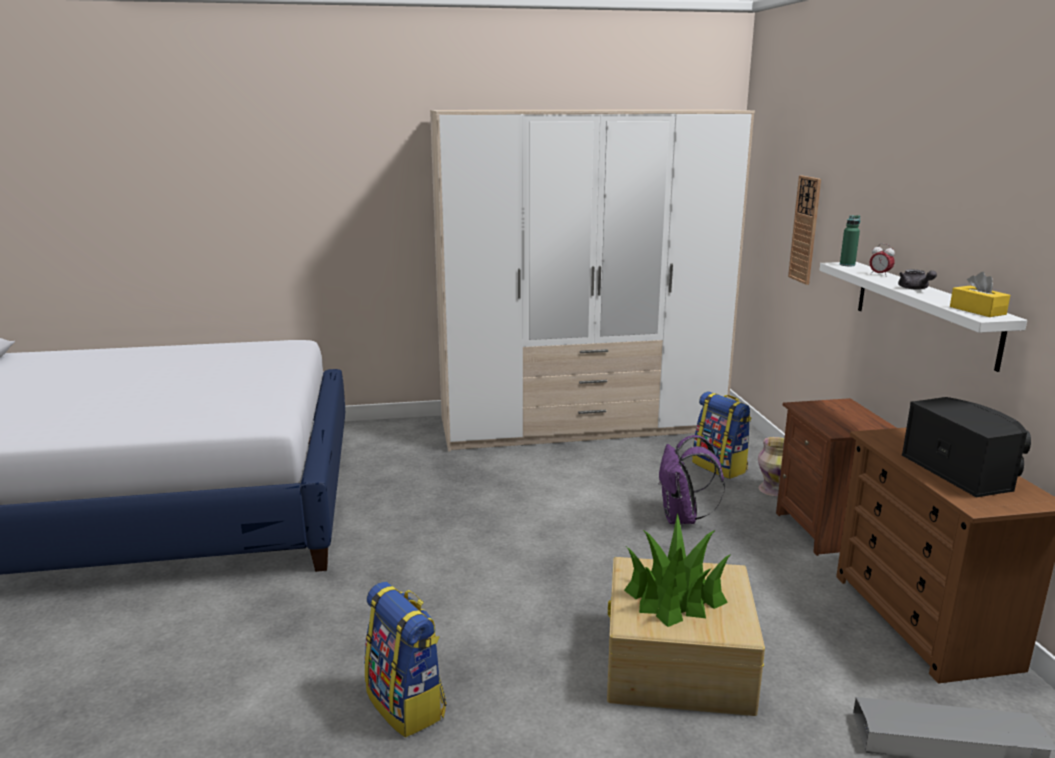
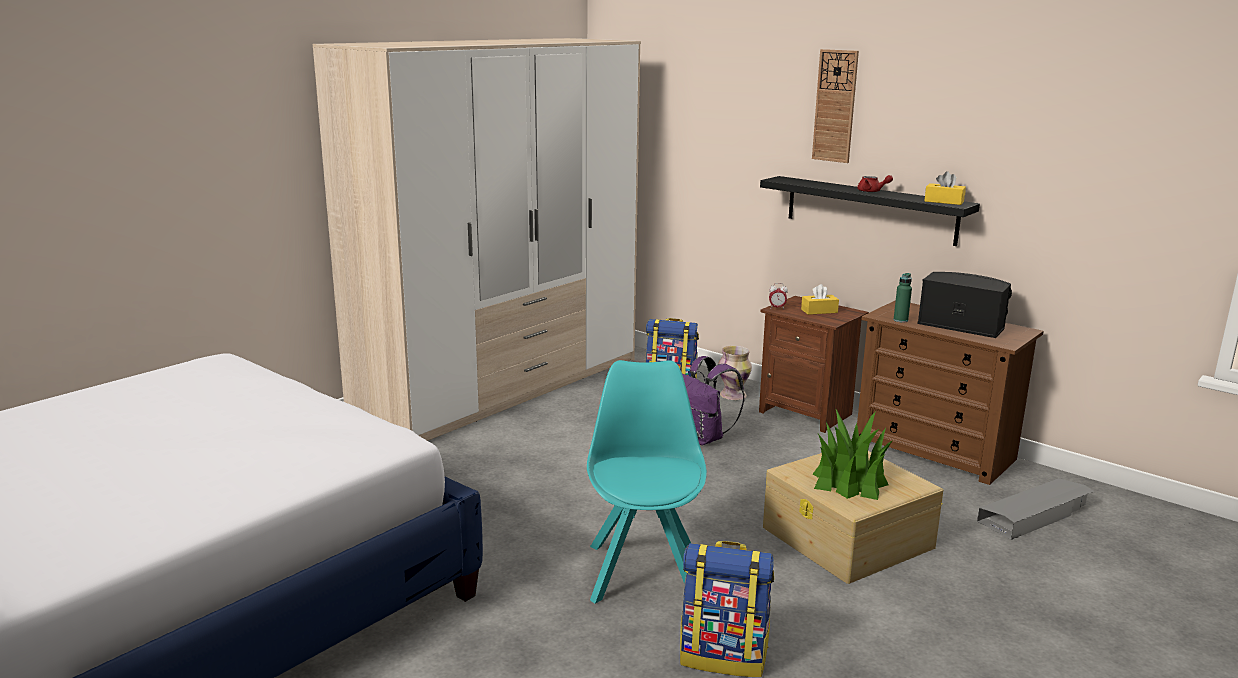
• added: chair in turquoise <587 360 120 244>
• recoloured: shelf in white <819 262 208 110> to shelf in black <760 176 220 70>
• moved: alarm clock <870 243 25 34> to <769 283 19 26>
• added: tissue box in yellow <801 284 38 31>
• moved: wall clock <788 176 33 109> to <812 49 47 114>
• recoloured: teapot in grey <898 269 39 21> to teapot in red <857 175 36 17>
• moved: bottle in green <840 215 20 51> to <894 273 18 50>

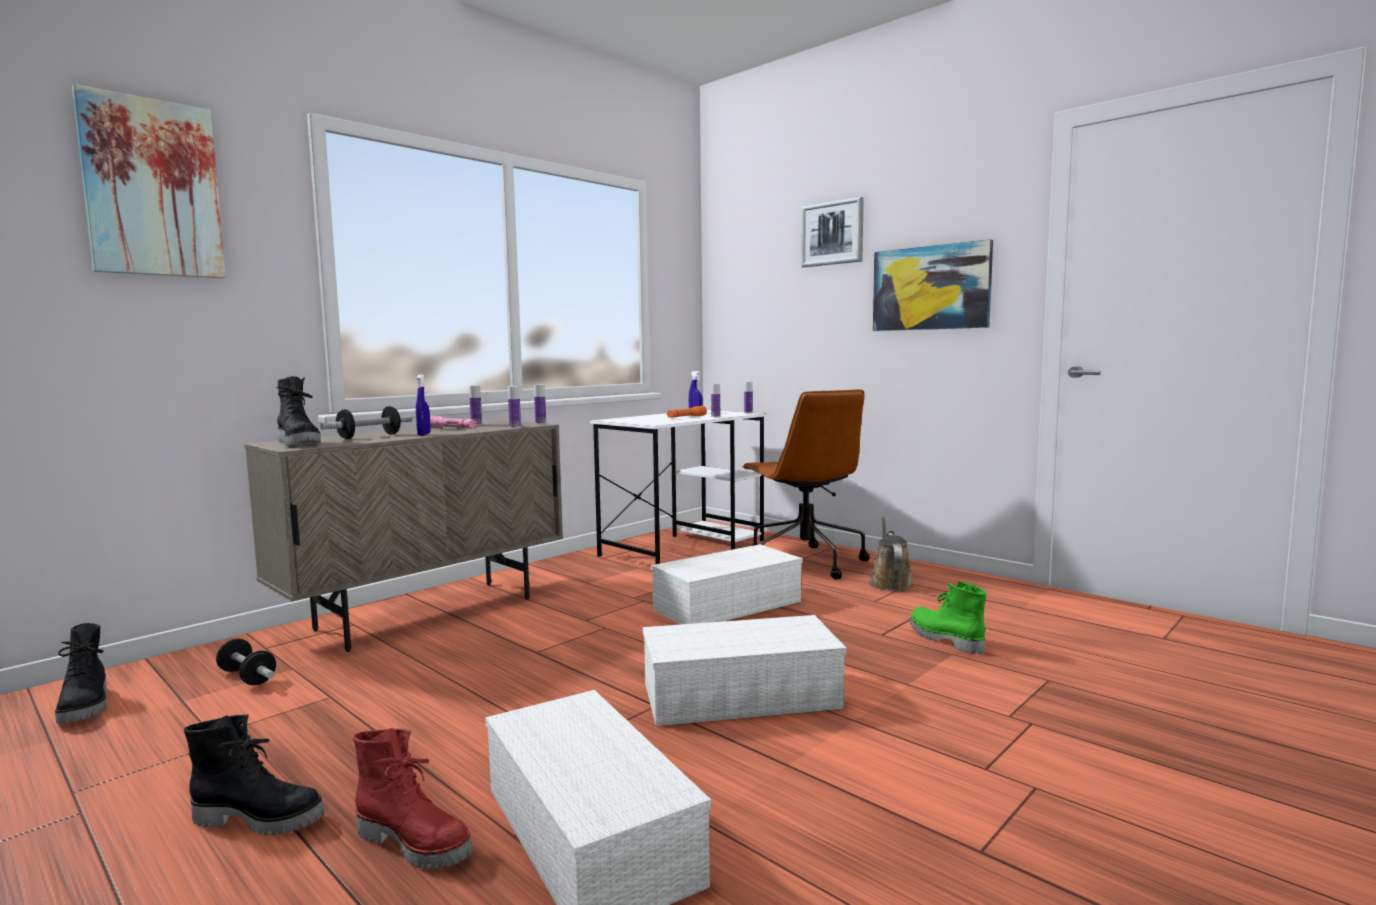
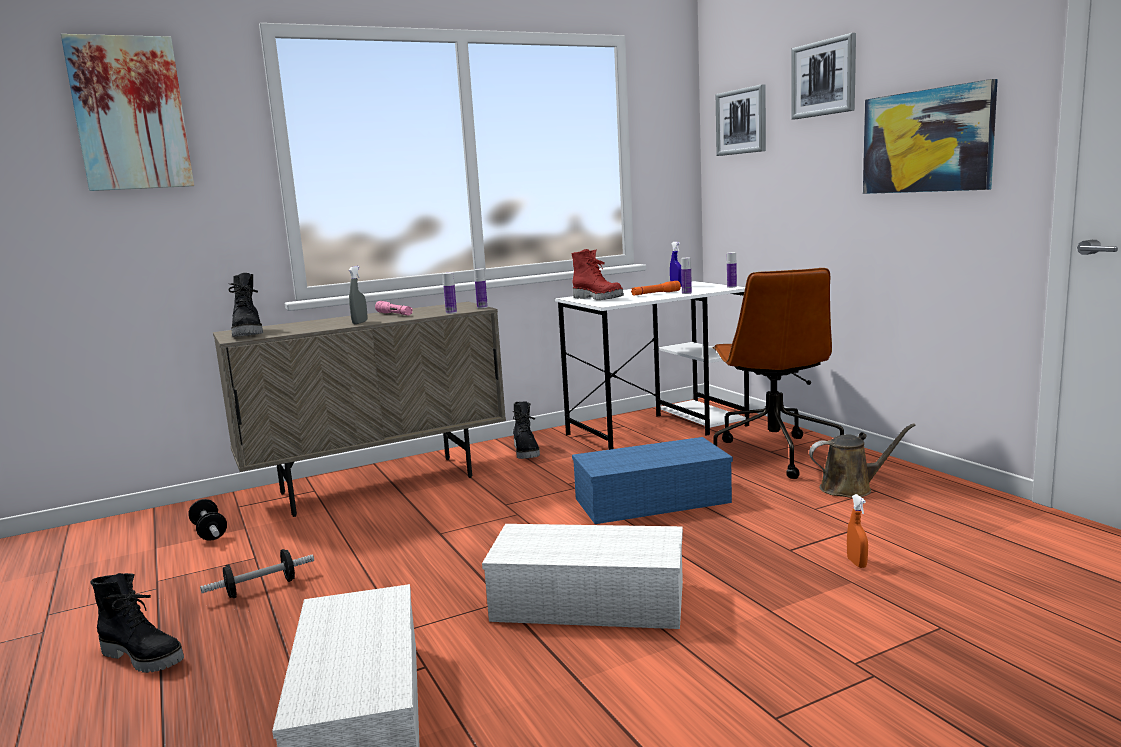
• moved: dumbbell <320 406 93 33> to <200 549 114 49>
• recoloured: spray bottle in blue <416 374 14 62> to spray bottle in grey <349 266 18 58>
• moved: boot in black <55 623 52 101> to <512 401 28 58>
• moved: boot in red <353 728 120 141> to <572 249 52 51>
• recoloured: storage box in white <651 544 152 81> to storage box in blue <572 437 161 87>
• added: picture <716 84 50 72>
• turned: watering can in brown <869 517 45 74> = <809 423 107 75> 60 degrees clockwise
• replaced: boot in green <910 581 77 73> to spray bottle in orange <847 494 21 74>
• removed: bottle <469 385 13 40>

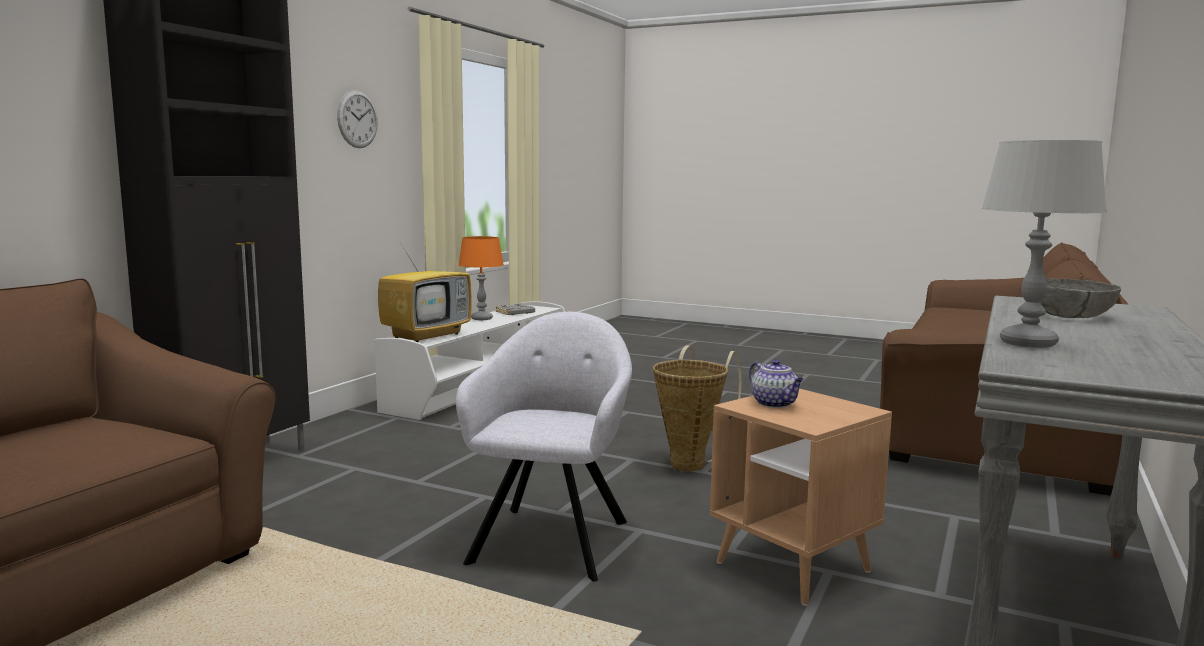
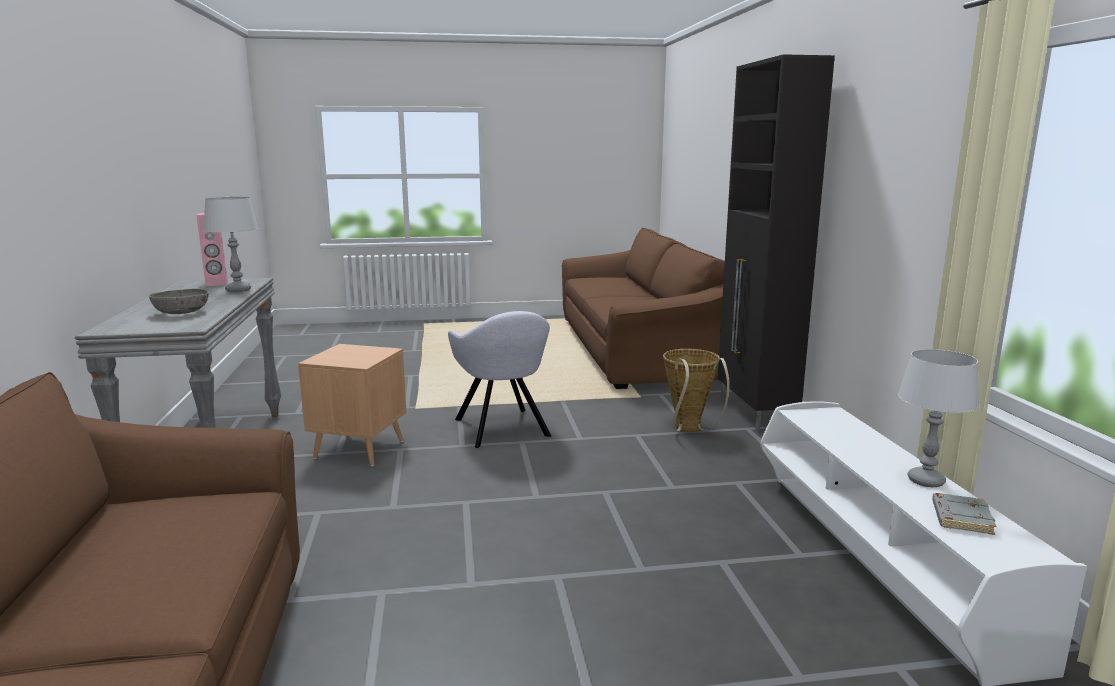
• added: speaker in pink <196 213 32 73>
• moved: basket <653 346 88 125> to <663 349 67 83>
• recoloured: table lamp in orange <458 236 46 84> to table lamp in grey <898 349 82 138>
• removed: wall clock <337 90 41 58>
• removed: television <378 239 94 103>
• removed: teapot <749 359 55 49>

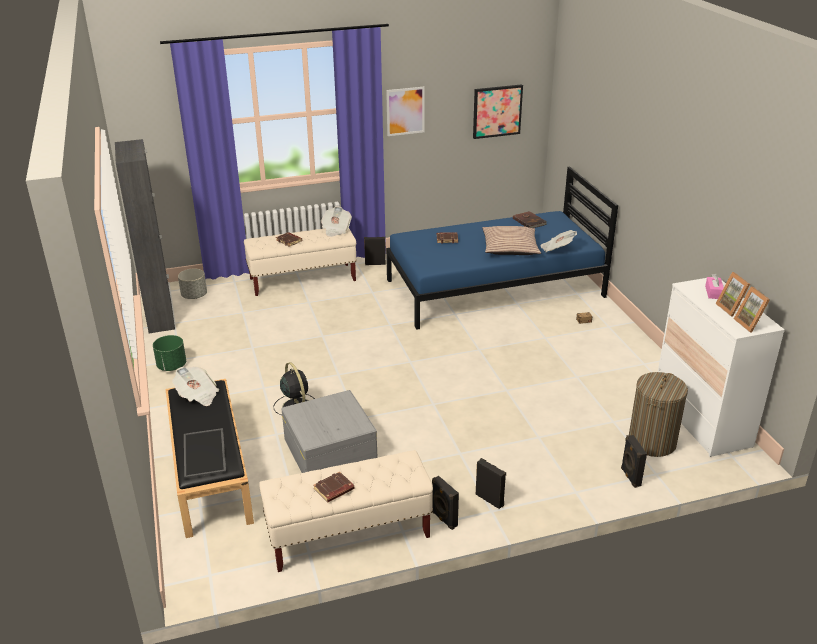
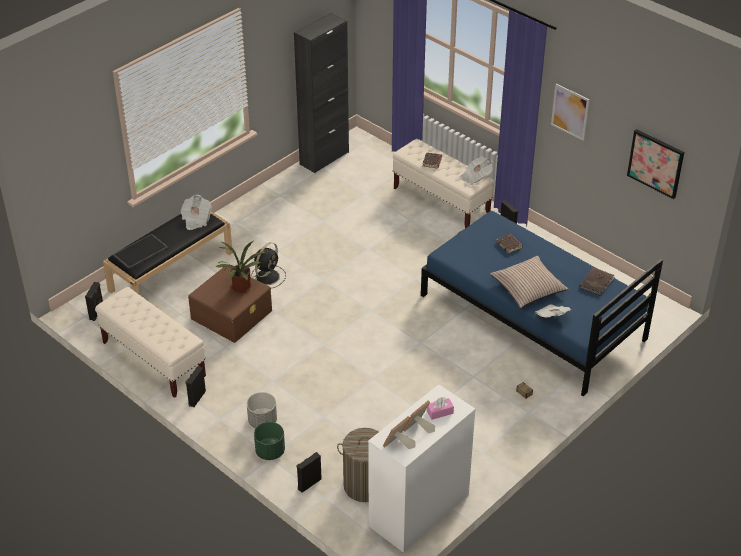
• moved: speaker in black <476 458 30 51> to <85 282 18 39>
• recoloured: storage box in grey <281 390 96 83> to storage box in brown <188 267 84 76>
• added: potted plant <216 241 51 52>
• moved: planter in grey <178 269 29 30> to <247 392 30 36>
• moved: planter in green <153 335 33 36> to <254 422 31 38>
• removed: book in brown <313 472 42 30>

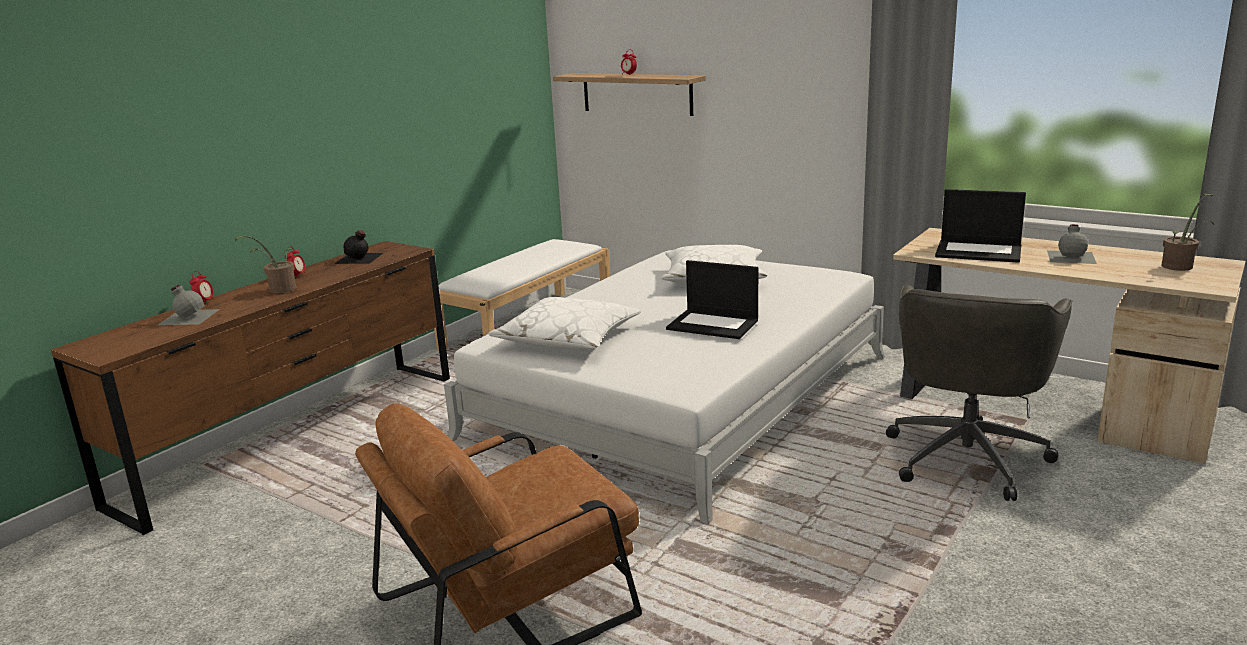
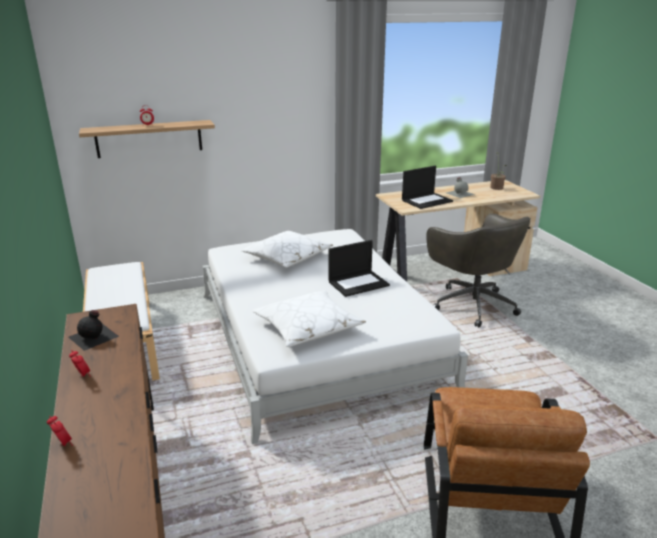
• removed: bottle in grey <158 285 62 40>
• removed: potted plant <235 236 62 57>

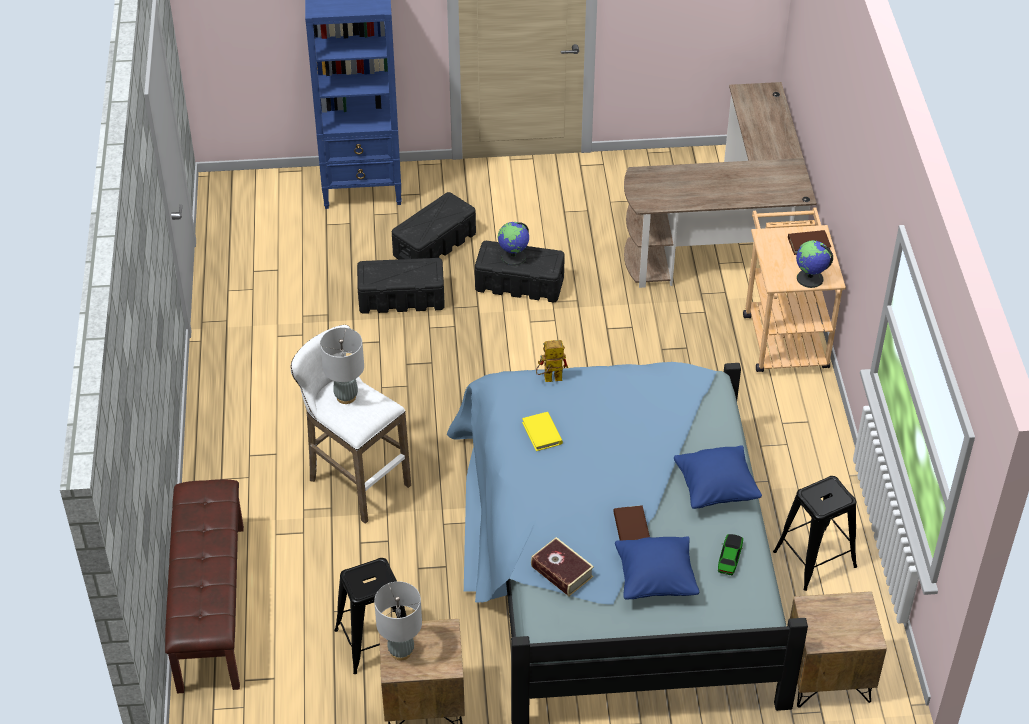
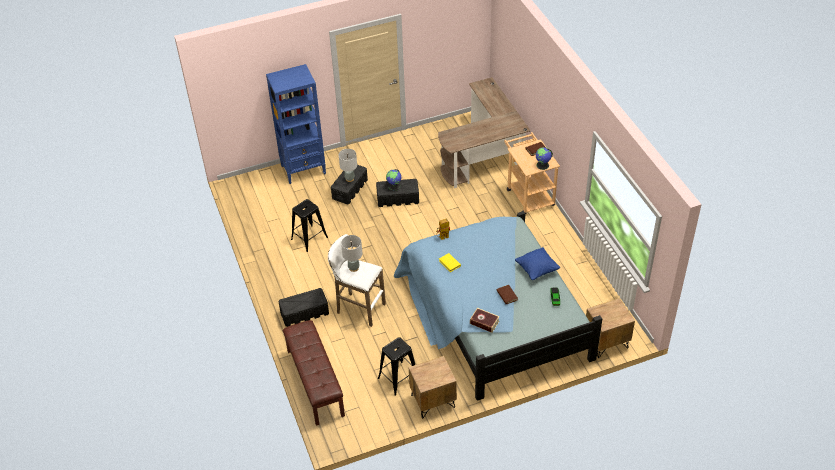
• moved: storage box in black <357 258 88 56> to <278 288 51 39>
• moved: stool in black <773 476 84 115> to <291 199 37 53>
• moved: table lamp in grey <374 581 48 79> to <339 149 18 33>
• removed: pillow in blue <615 536 84 63>

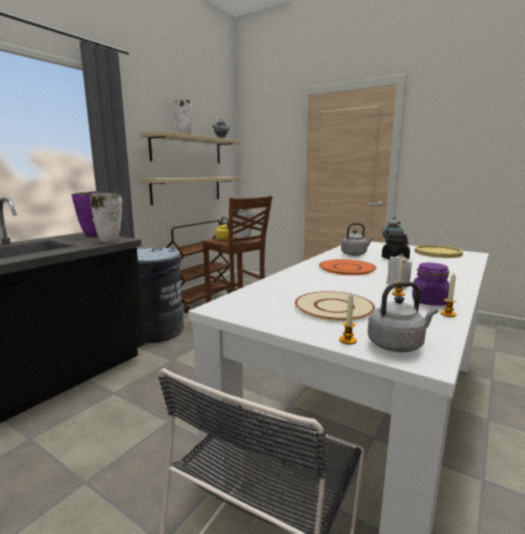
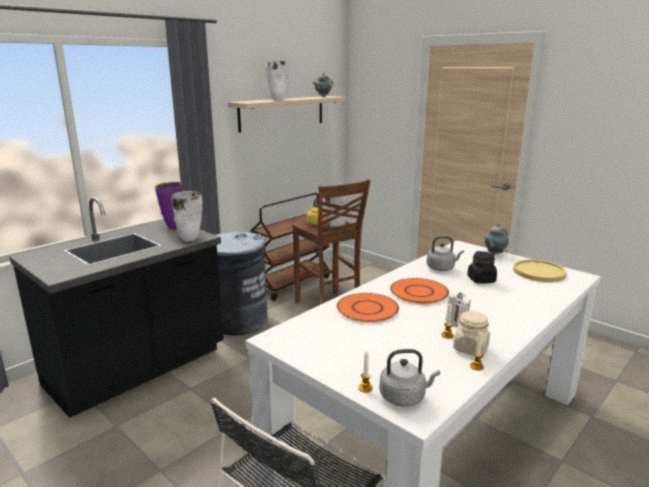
• added: plate in orange <337 293 62 29>
• recoloured: jar in purple <412 263 38 43> to jar in beige <453 311 37 44>
• removed: shelf in beige <141 177 99 28>
• removed: plate in beige <295 291 80 31>

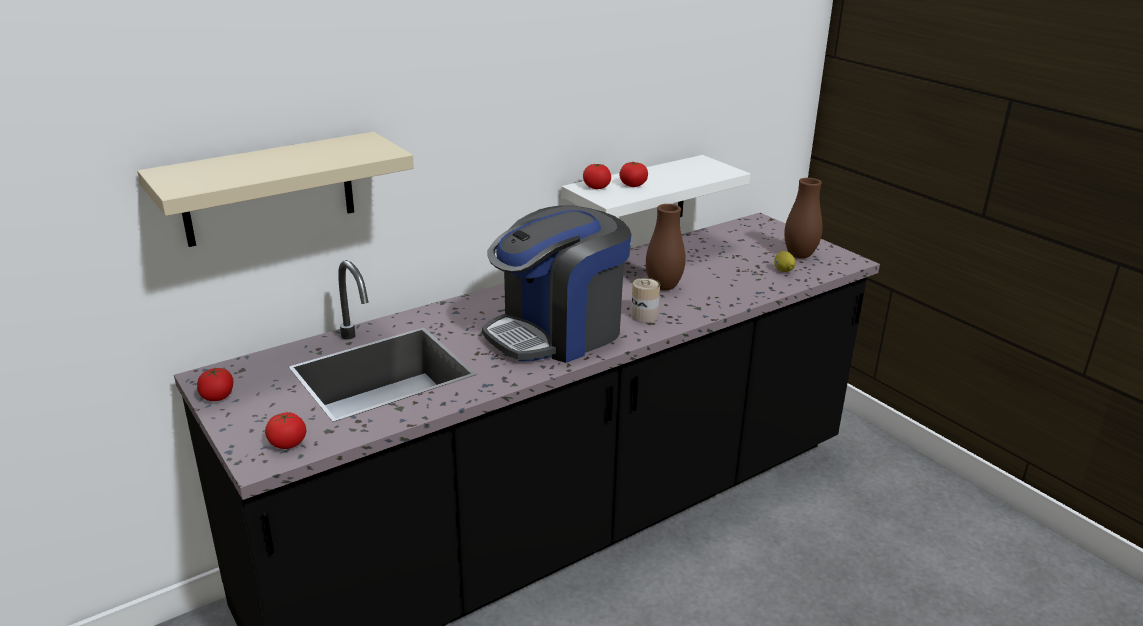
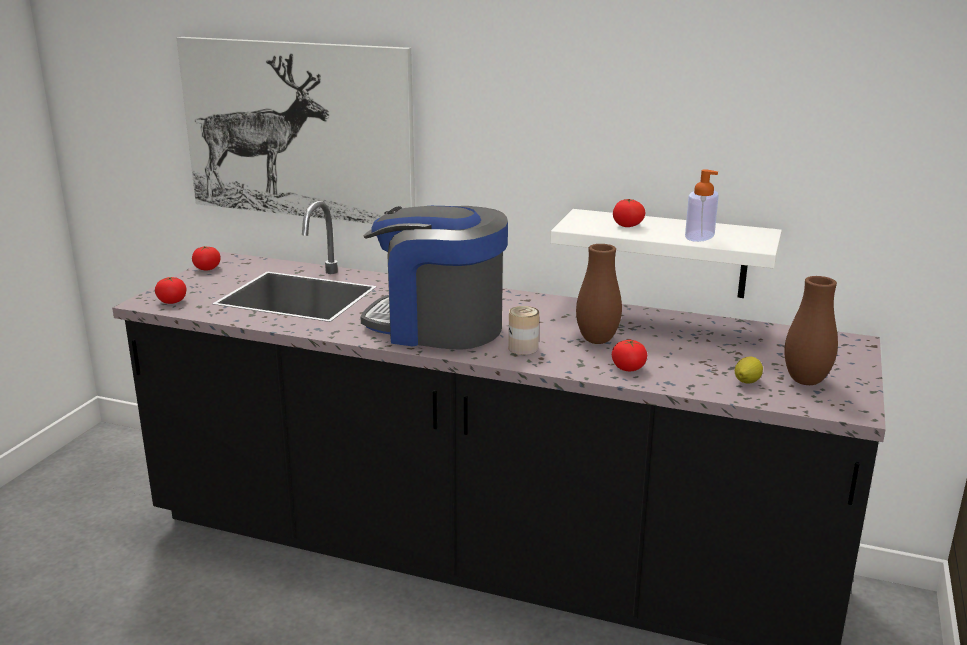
• replaced: shelf in beige <137 132 277 115> to picture <177 37 238 187>
• moved: tomato <583 164 28 25> to <612 340 35 31>
• added: soap dispenser <685 169 34 73>

